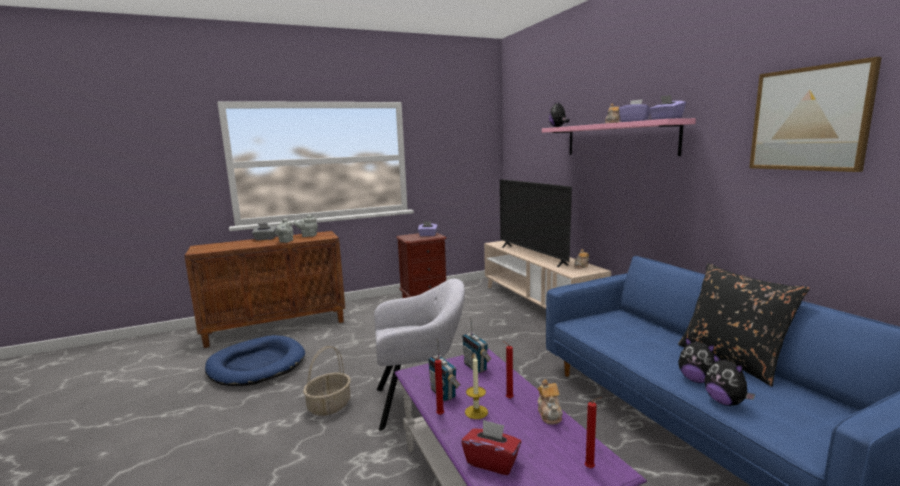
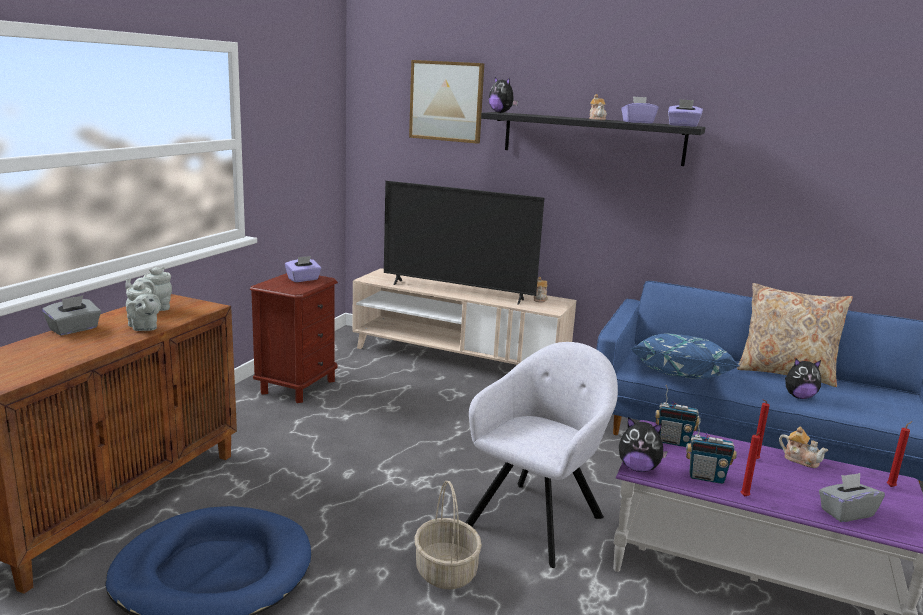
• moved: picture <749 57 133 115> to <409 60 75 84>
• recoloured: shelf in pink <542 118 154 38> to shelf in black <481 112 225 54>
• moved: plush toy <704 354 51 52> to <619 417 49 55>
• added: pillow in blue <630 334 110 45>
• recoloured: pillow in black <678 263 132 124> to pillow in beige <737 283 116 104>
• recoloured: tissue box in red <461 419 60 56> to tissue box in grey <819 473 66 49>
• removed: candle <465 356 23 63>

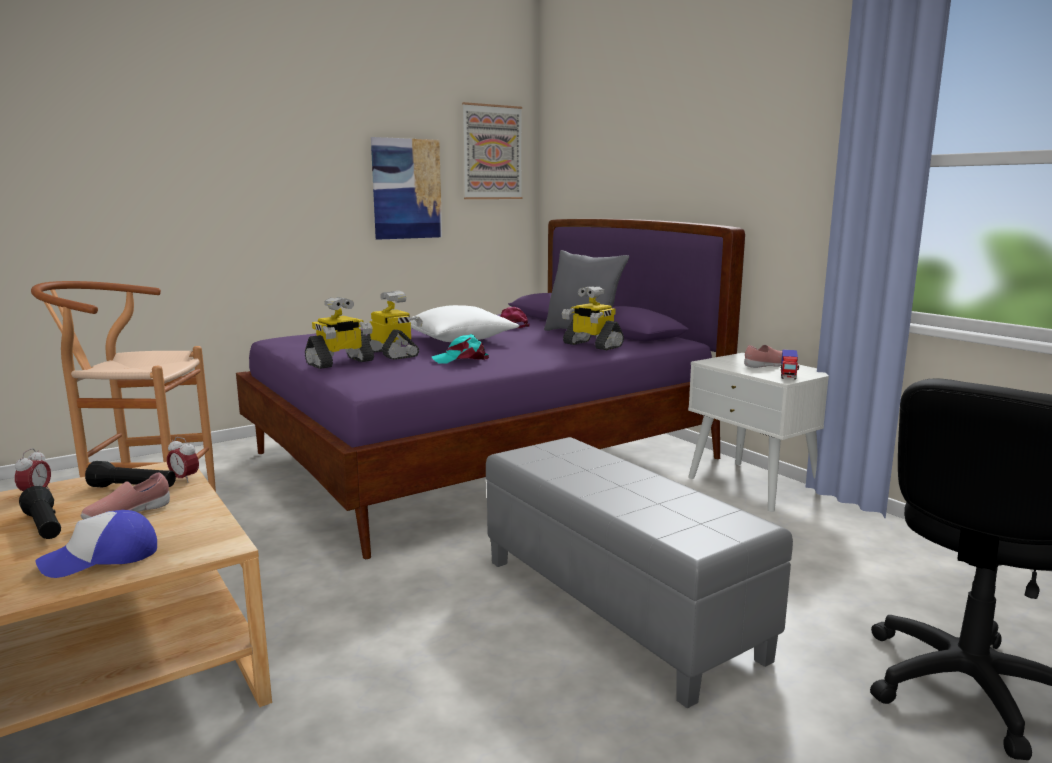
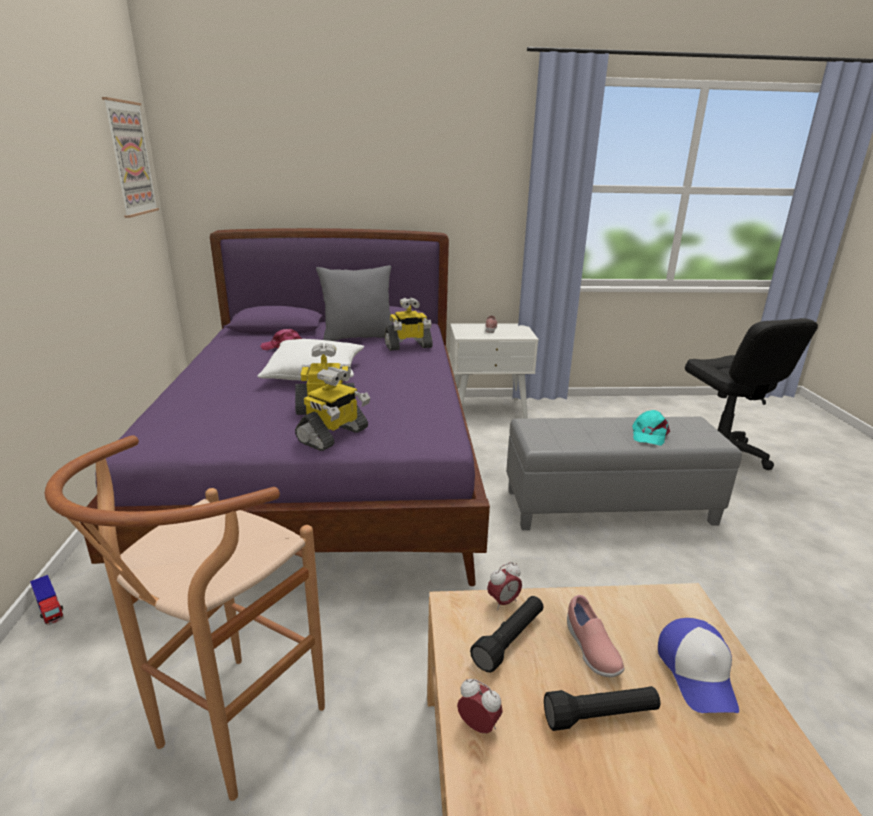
• moved: toy truck <781 349 18 31> to <30 575 34 50>
• turned: toy robot <305 297 69 72> = <295 367 75 84> 45 degrees clockwise
• moved: cap in turquoise <432 334 57 30> to <632 410 38 36>
• removed: picture <371 137 71 103>

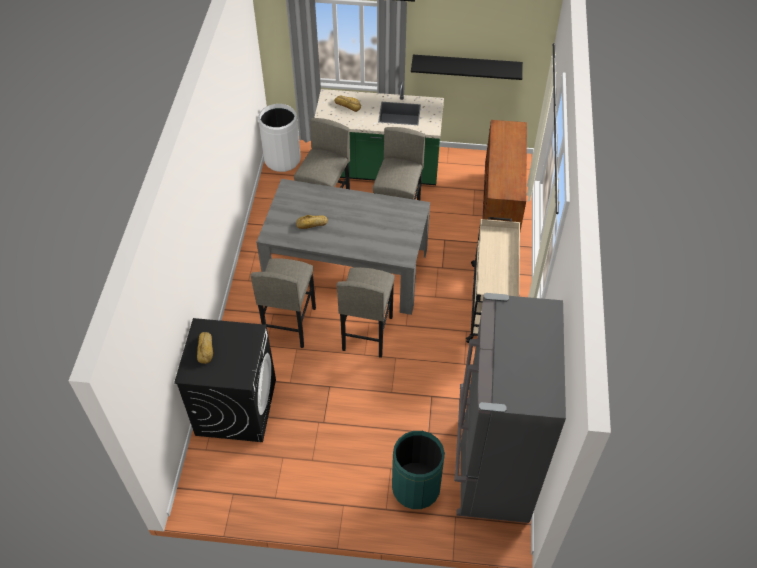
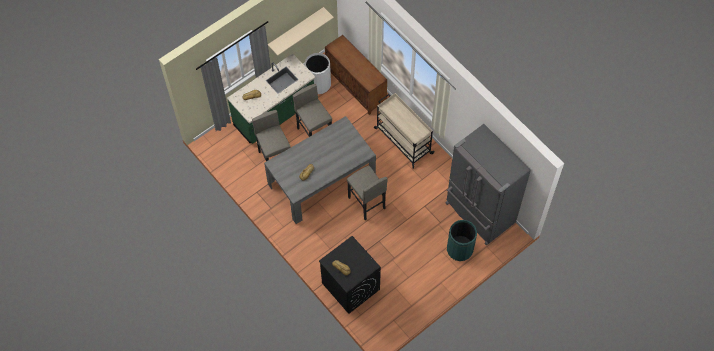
• recoloured: shelf in black <411 55 112 25> to shelf in beige <268 7 66 48>
• moved: trash can in white <258 104 43 68> to <305 53 26 41>
• removed: stool in grey <251 258 65 90>

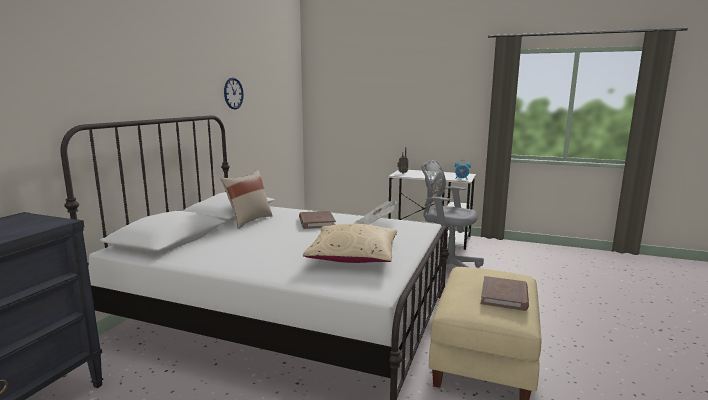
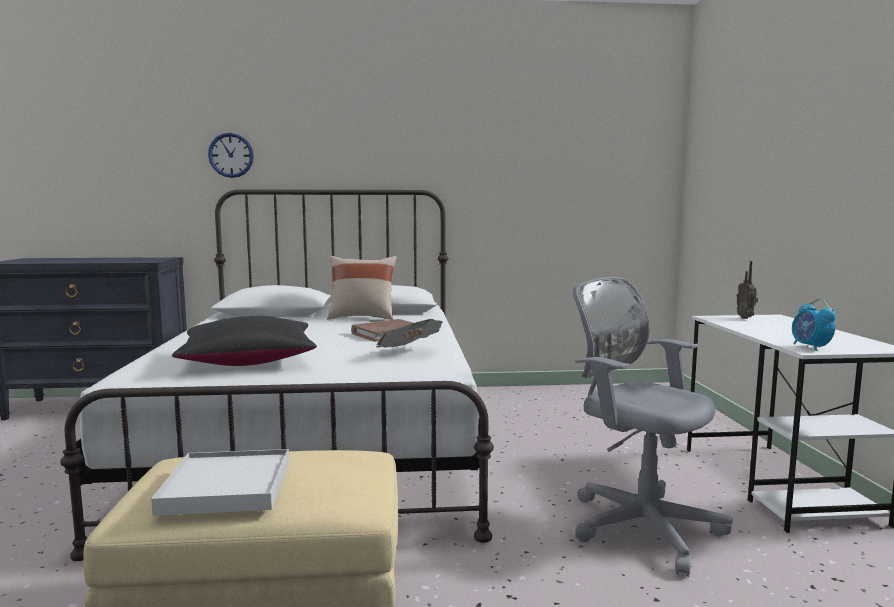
• replaced: book in brown <481 276 48 35> to tray in white <151 449 138 67>
• recoloured: pillow in beige <303 224 94 39> to pillow in black <172 316 145 50>
• moved: wall clock <224 77 20 33> to <208 133 46 45>
• turned: office chair in grey <421 160 63 107> = <573 277 160 299> 45 degrees counterclockwise

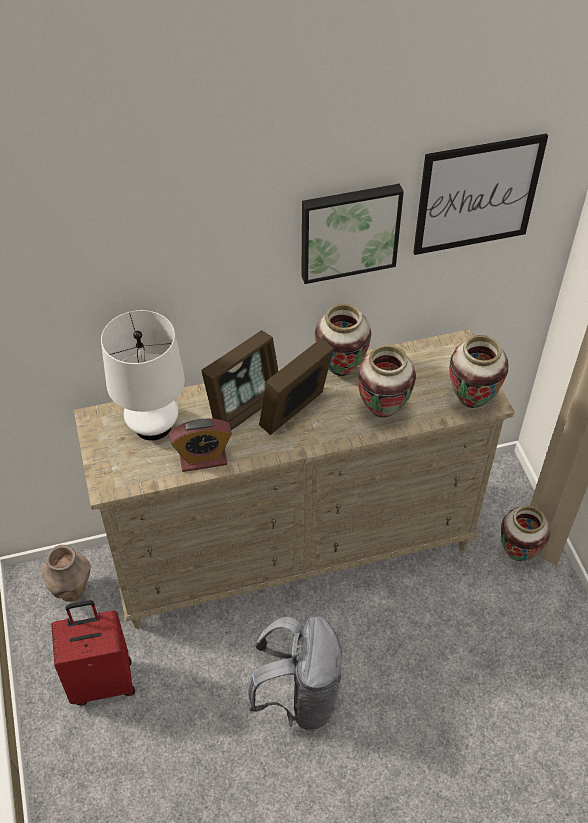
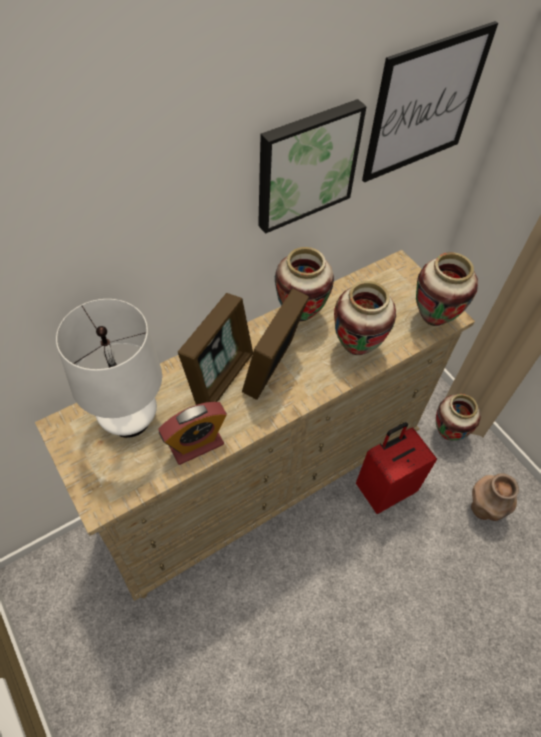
• moved: suitcase in red <51 600 84 105> to <356 422 81 92>
• moved: vase in brown <41 545 50 57> to <471 473 48 48>
• removed: backpack in grey <247 616 97 114>

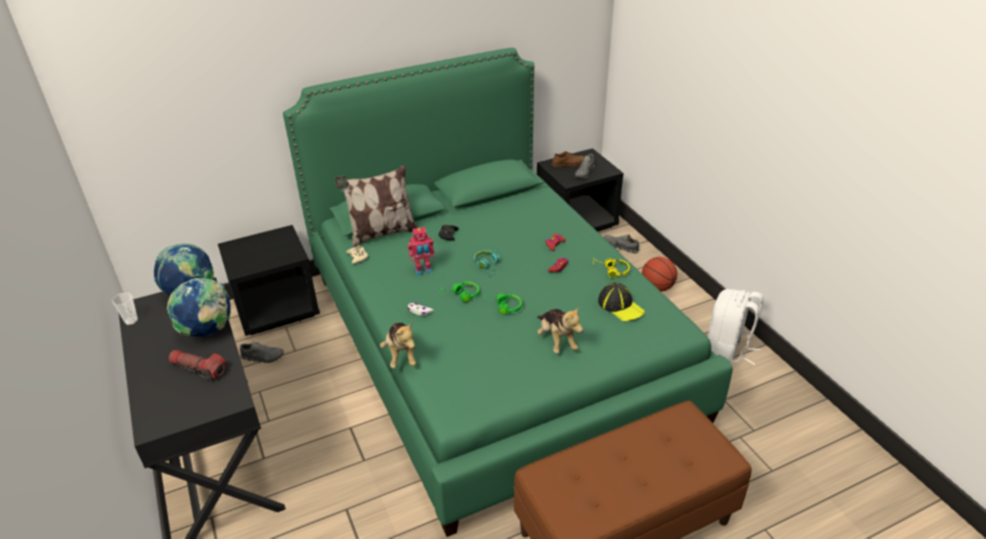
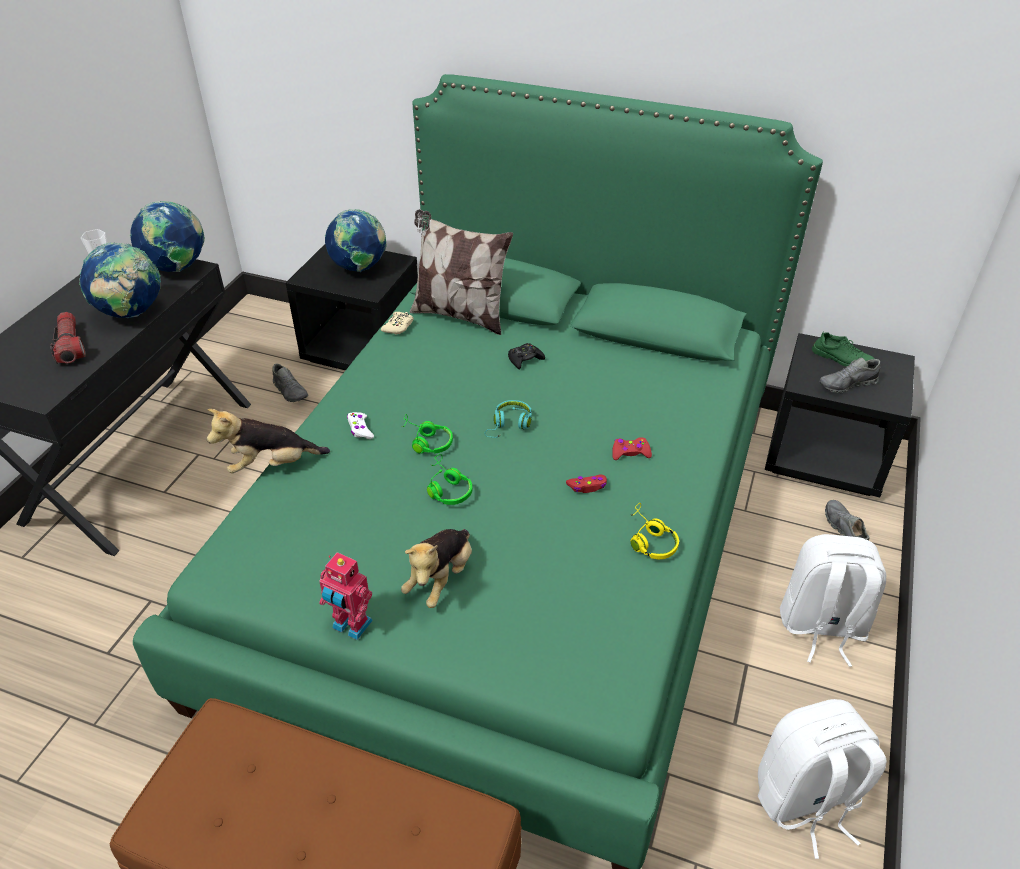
• turned: plush toy <380 322 36 46> = <207 409 123 64> 45 degrees clockwise
• moved: toy robot <408 227 27 49> to <319 552 54 88>
• added: globe <324 209 62 63>
• replaced: basketball <642 257 35 35> to backpack in white <780 534 106 133>
• recoloured: shoe in brown <551 151 33 16> to shoe in green <812 331 62 36>
• removed: cap <598 283 47 39>

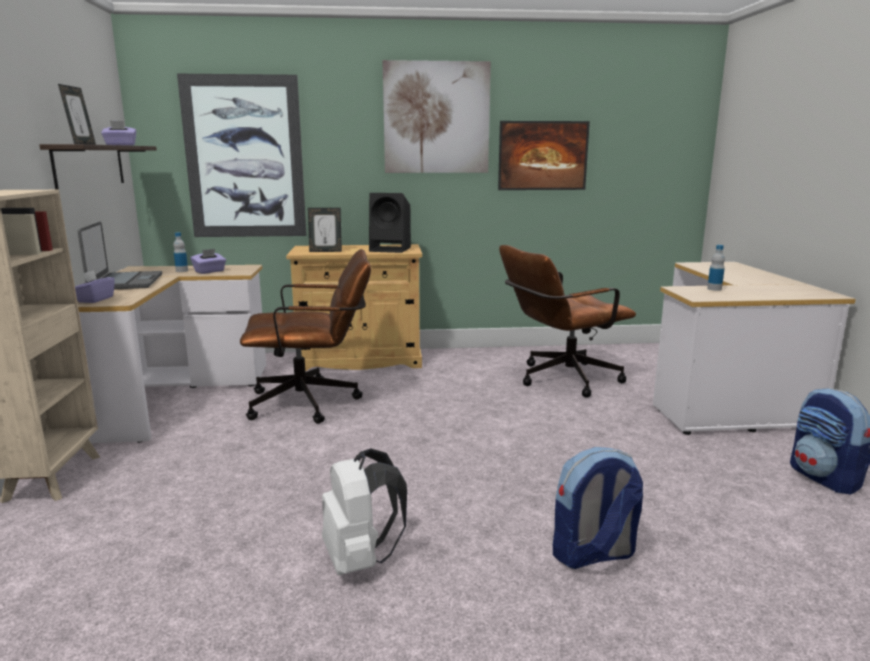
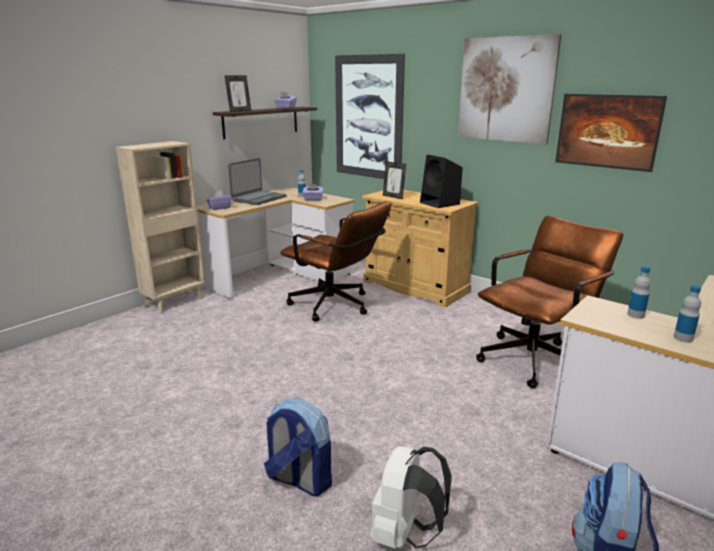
• moved: backpack in white <322 448 85 127> to <370 446 82 103>
• turned: office chair in brown <499 245 137 153> = <476 216 147 173> 120 degrees clockwise
• added: bottle <674 285 27 58>

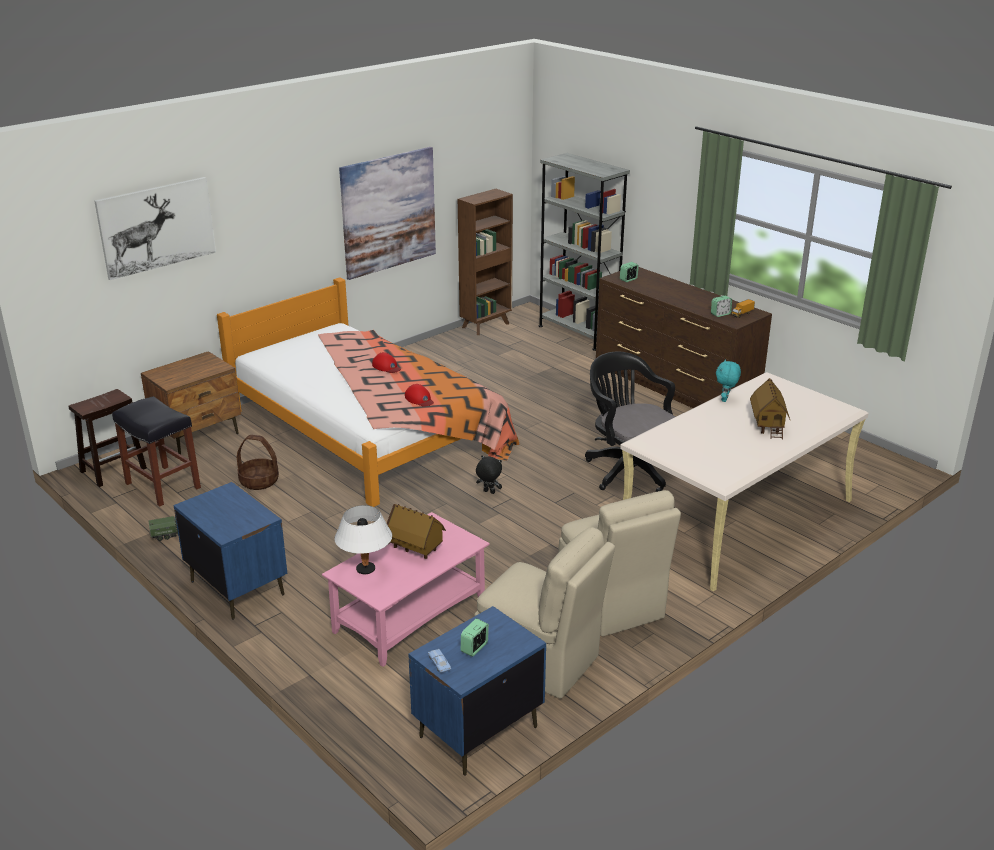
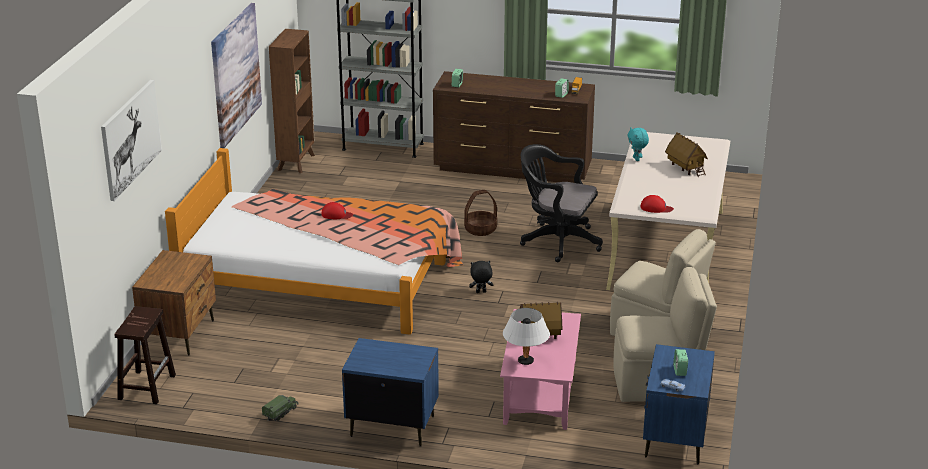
• moved: basket <237 435 42 55> to <464 190 33 46>
• moved: cap in red <405 384 29 22> to <640 195 34 18>
• removed: stool in black <112 396 89 111>

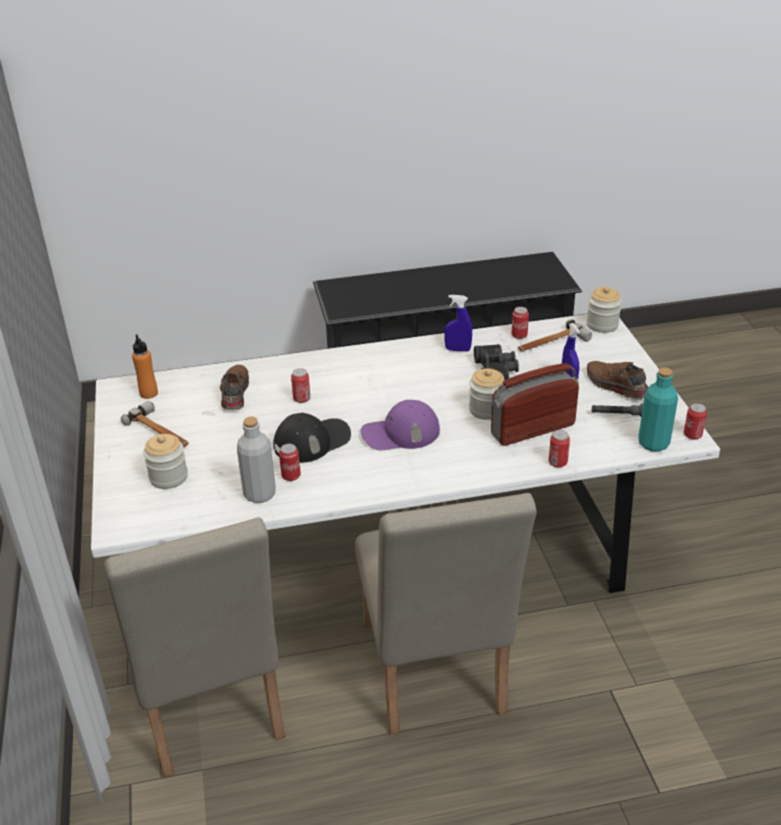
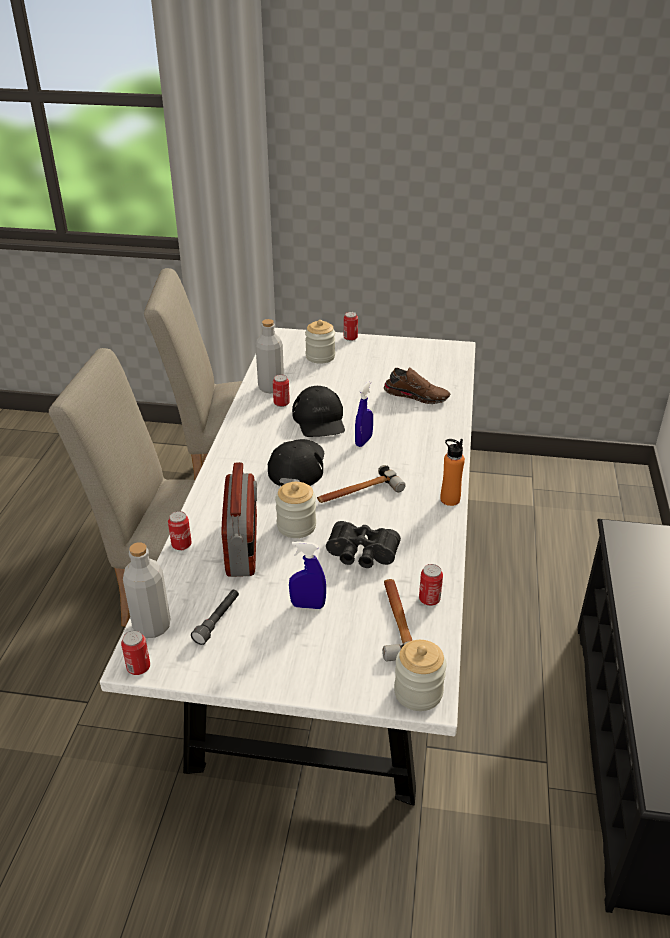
• recoloured: bottle in turquoise <638 368 40 84> to bottle in grey <123 542 47 96>
• recoloured: cap in purple <361 400 79 50> to cap in black <268 439 56 47>
• moved: hammer <121 401 68 46> to <317 465 88 38>
• moved: can <291 368 19 35> to <344 312 14 29>
• moved: spray bottle in blue <444 295 28 57> to <355 380 18 67>
• moved: bottle in orange <132 334 26 65> to <441 439 24 67>
• removed: shoe in brown <587 361 61 38>

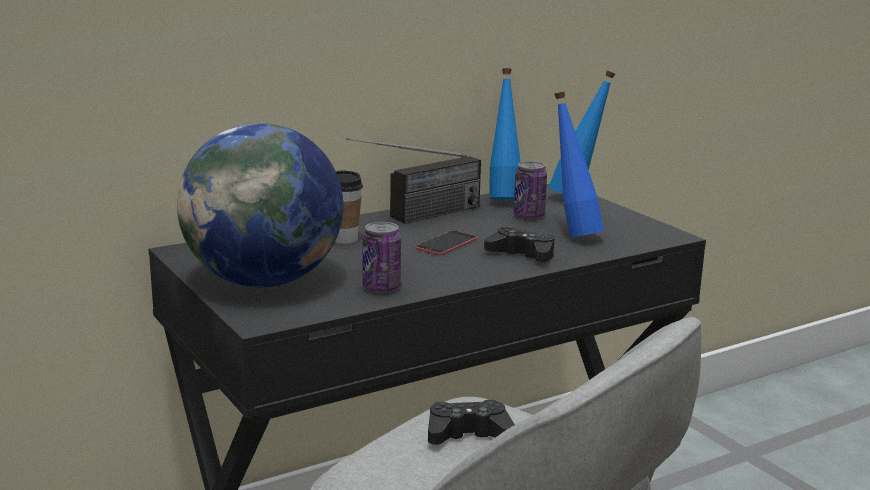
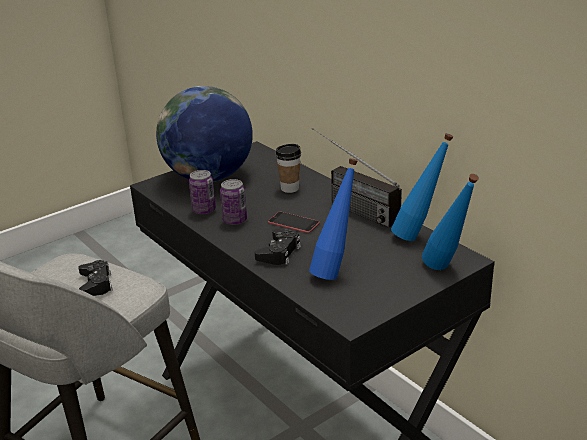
• moved: can <513 161 34 58> to <220 179 27 46>

